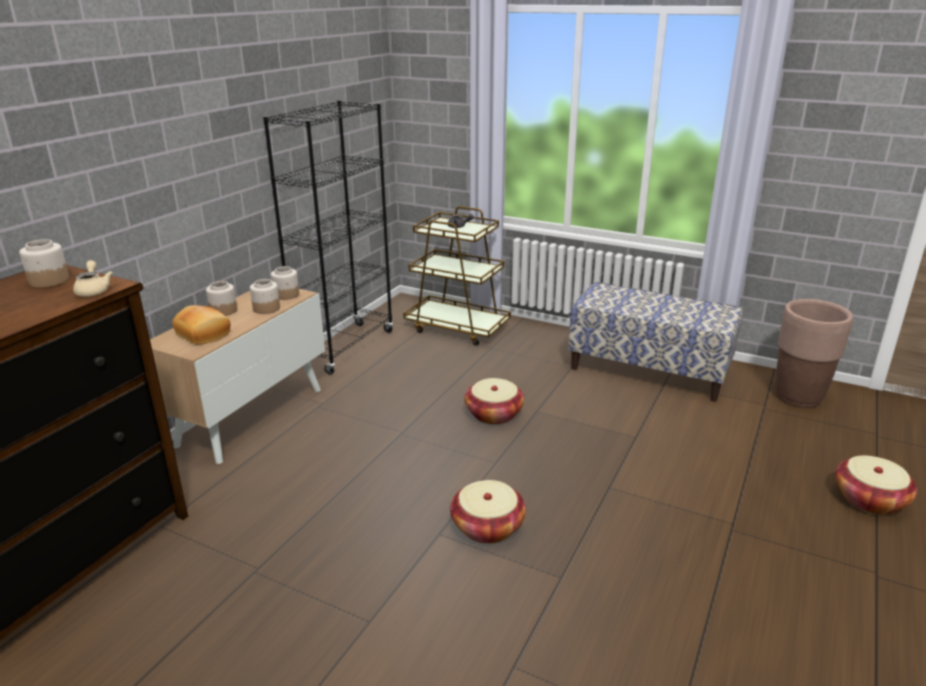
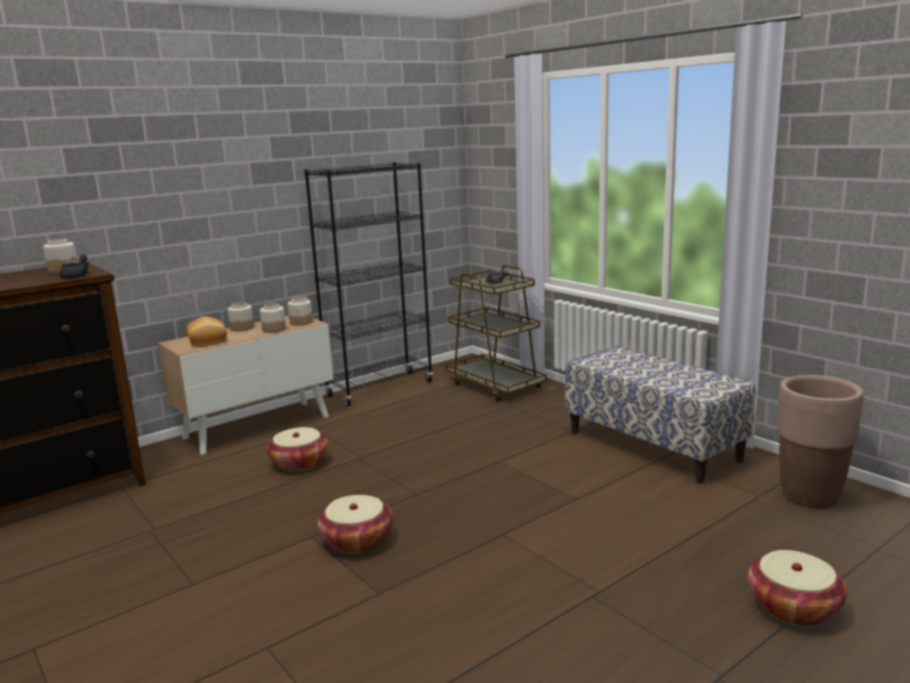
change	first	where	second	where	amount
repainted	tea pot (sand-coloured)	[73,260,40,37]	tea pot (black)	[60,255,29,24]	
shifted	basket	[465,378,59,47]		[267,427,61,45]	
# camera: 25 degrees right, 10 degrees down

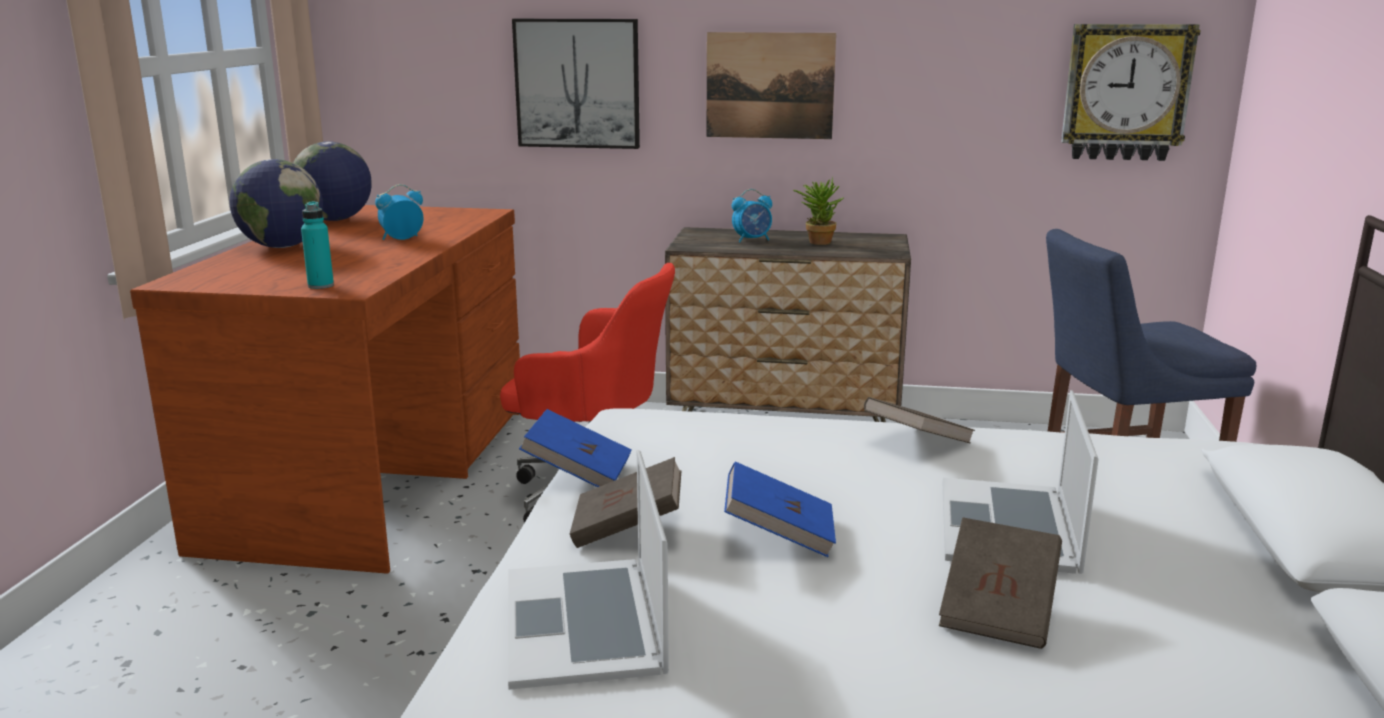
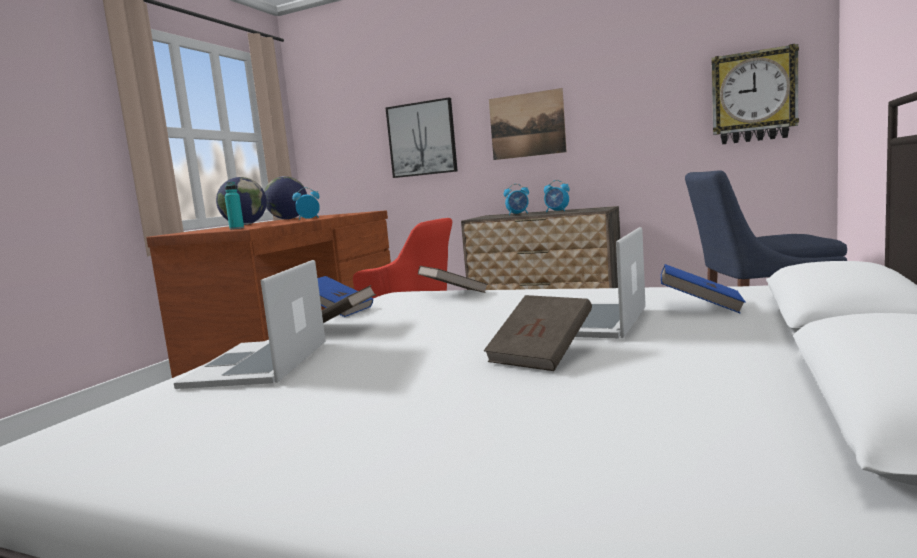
change	first	where	second	where	amount
swapped	potted plant	[793,177,51,68]	alarm clock	[544,180,26,33]	
shifted	bound book (brown-coloured)	[864,397,111,47]		[418,266,70,27]	
shifted	bound book (blue-coloured)	[724,461,112,96]		[661,264,84,49]	
# camera: 15 degrees right, 10 degrees down

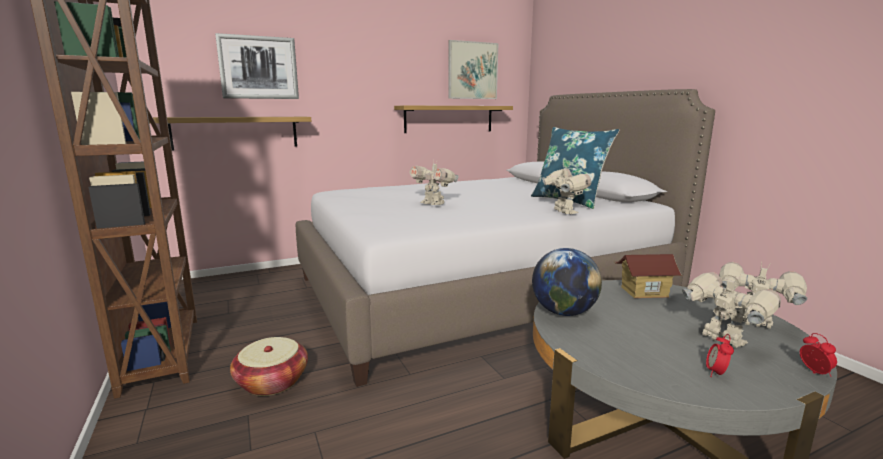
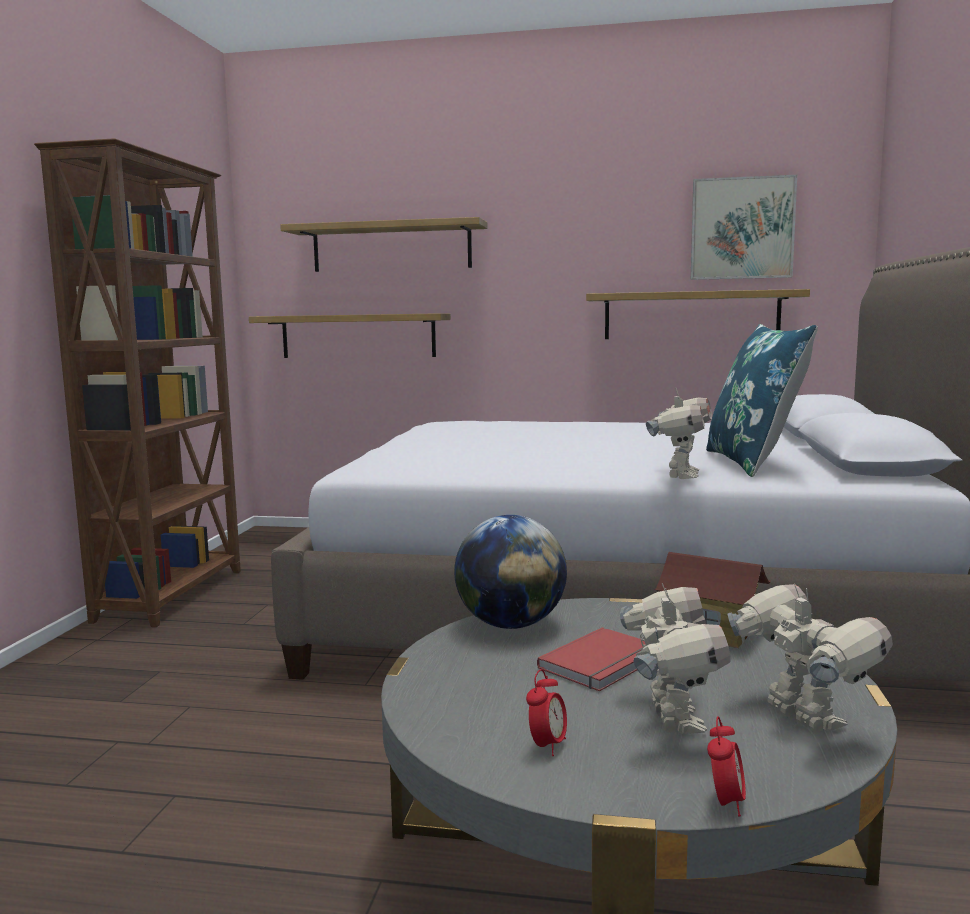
change	first	where	second	where	amount
swapped	picture	[215,33,84,66]	wall shelf	[280,217,207,55]	
gone	model robot	[410,159,49,46]			
rotated	alarm clock	[706,334,28,43]		[526,669,41,87]	150 degrees clockwise
gone	basket	[230,337,78,59]			
new			bound book (reddish)	[537,627,109,64]	
# camera: 35 degrees right, 5 degrees down

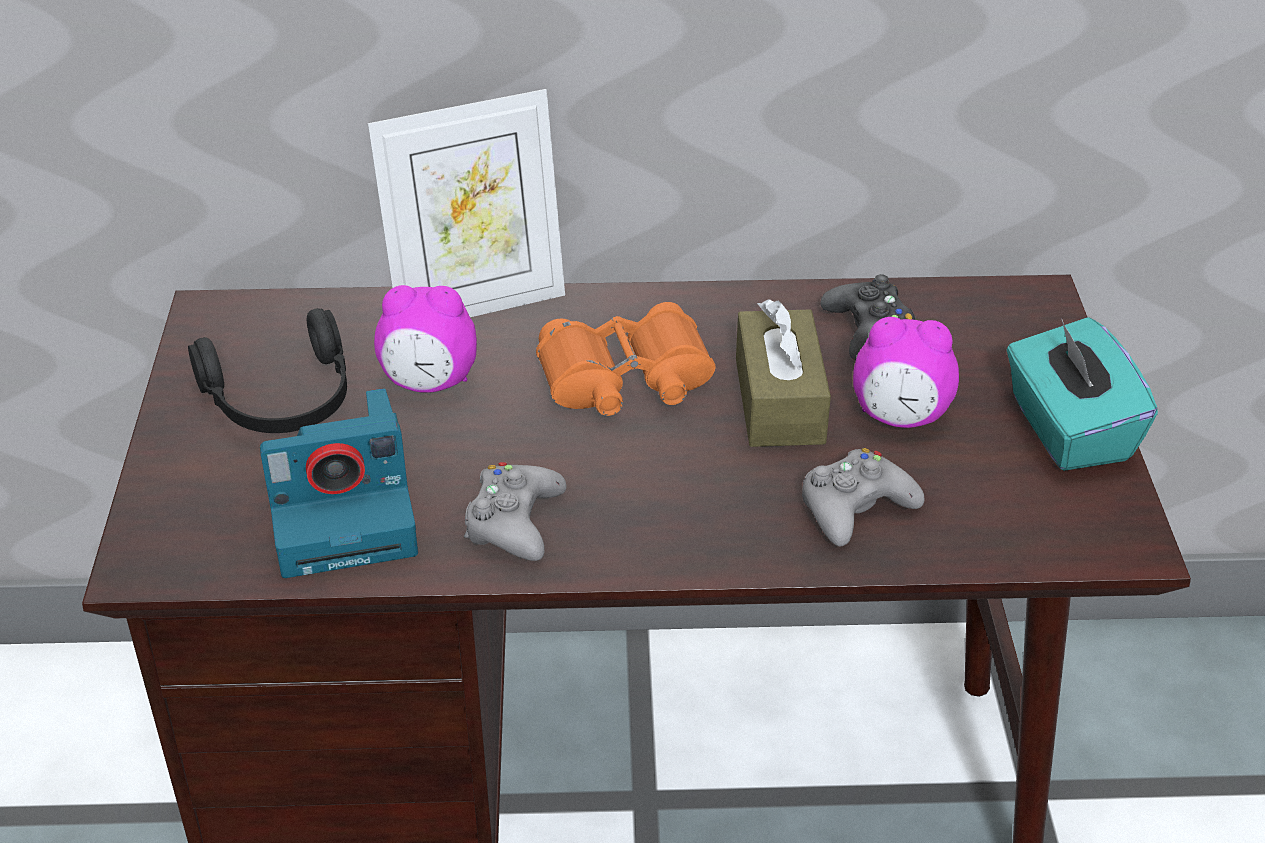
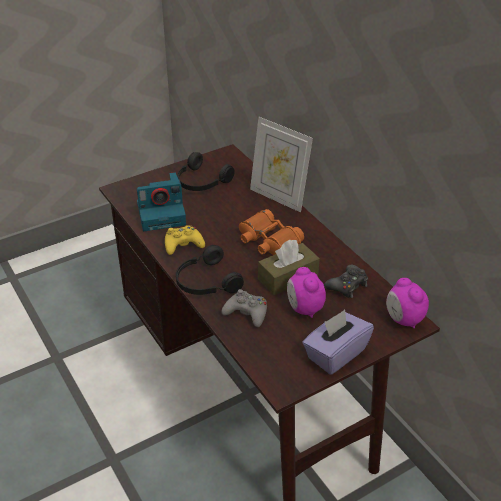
change	first	where	second	where	amount
shifted	alarm clock	[374,285,103,108]		[386,278,43,51]	
repainted	box of tissues (turquoise)	[1007,317,151,154]	box of tissues (purplish)	[302,310,72,65]	
rotated	photo camera	[260,388,158,190]		[137,172,49,59]	60 degrees counterclockwise
repainted	joypad (greyish)	[464,462,103,99]	joypad (yellowish)	[165,225,40,30]	
new			headphones (black)	[176,245,68,50]	
# camera: 60 degrees right, 0 degrees up

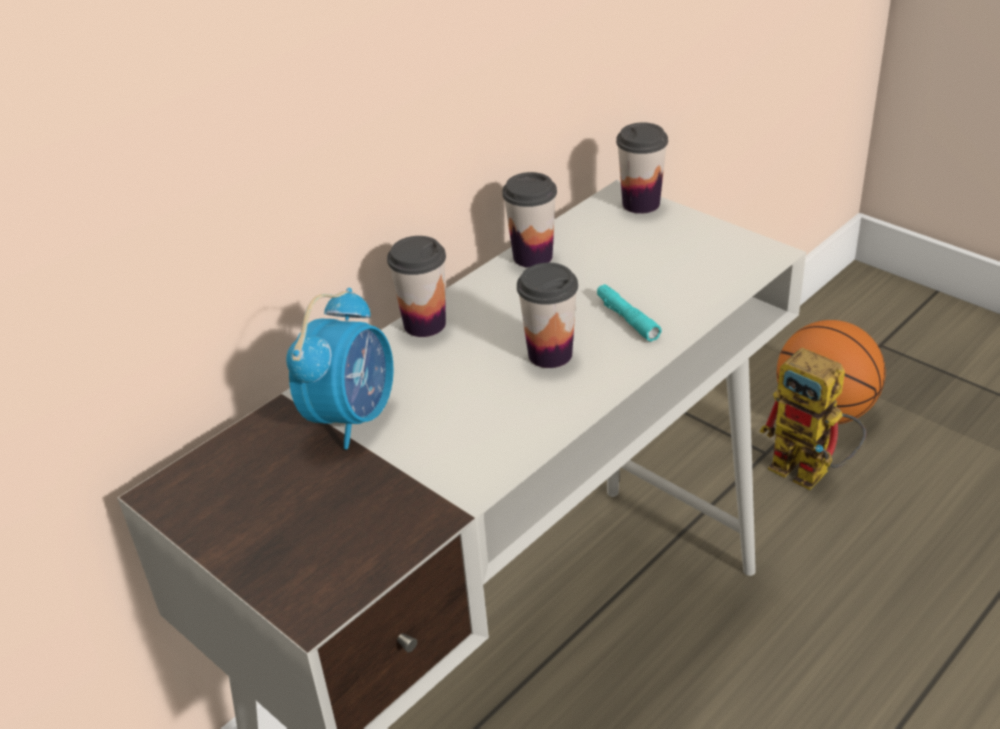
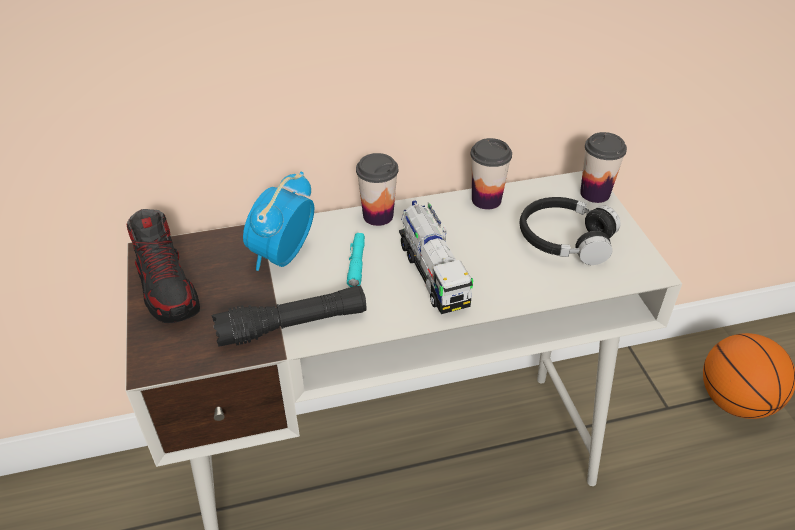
change	first	where	second	where	amount
swapped	drinking cup	[517,263,61,105]	model truck	[399,200,74,114]	
shifted	flashlight (turquoise)	[597,284,65,58]		[347,233,18,54]	
rotated	alarm clock	[286,288,108,162]		[243,172,71,99]	150 degrees clockwise
gone	model robot	[760,348,106,142]			
new			headphones (black)	[520,197,100,68]	
new			shoe	[126,209,74,114]	
new			flashlight (black)	[212,286,154,61]	
# camera: 30 degrees right, 5 degrees up

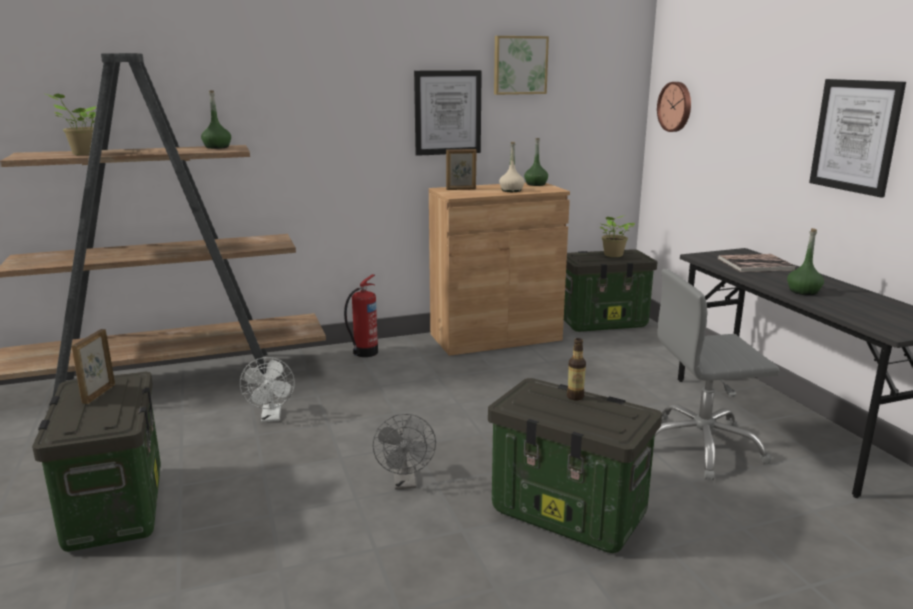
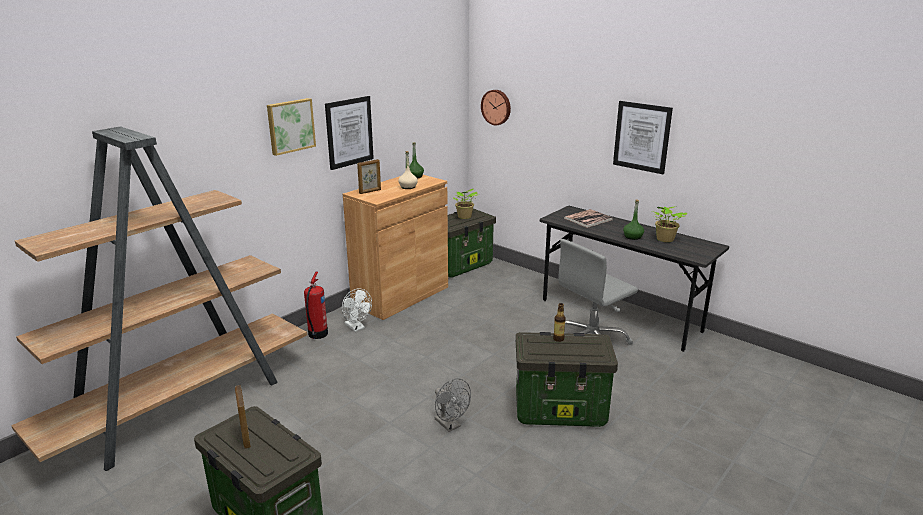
change	first	where	second	where	amount
shifted	picture	[494,36,55,59]		[267,98,49,58]	
gone	beverage bottle (green-coloured)	[201,90,30,59]			
shifted	potted plant	[43,93,53,62]		[652,207,35,35]	
shifted	fan (white-coloured)	[240,357,55,65]		[342,289,30,43]	
# camera: 30 degrees left, 5 degrees up

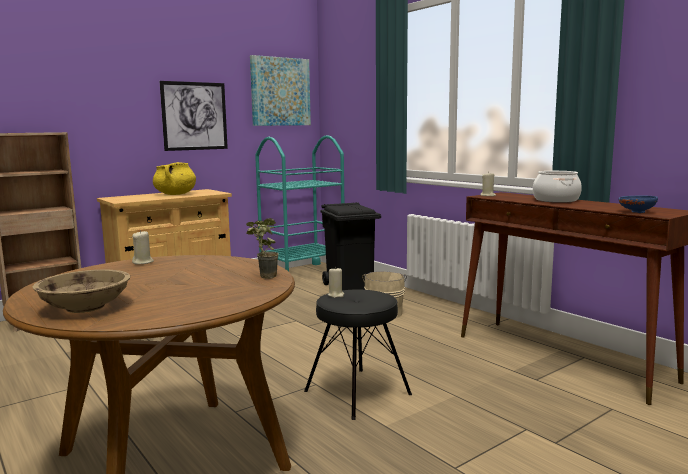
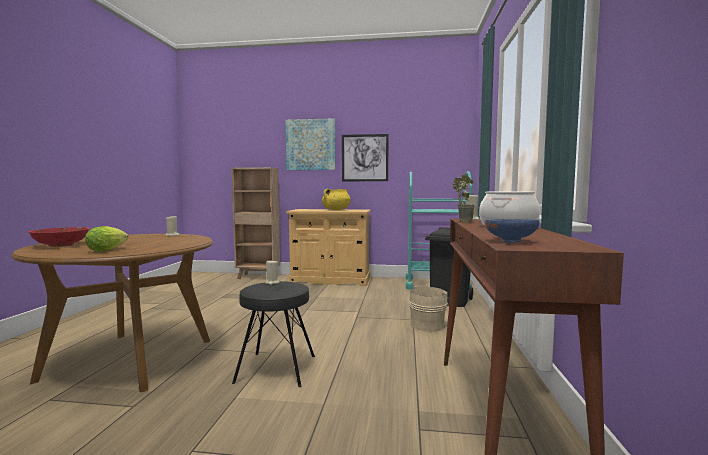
change	first	where	second	where	amount
shifted	picture	[250,55,61,71]		[285,118,51,52]	
shifted	potted plant	[246,218,33,61]		[453,174,22,49]	
repainted	bowl (sand-coloured)	[33,269,97,44]	bowl (reddish)	[28,227,62,20]	
new			head of lettuce	[85,226,43,26]	
# camera: 45 degrees right, 5 degrees down

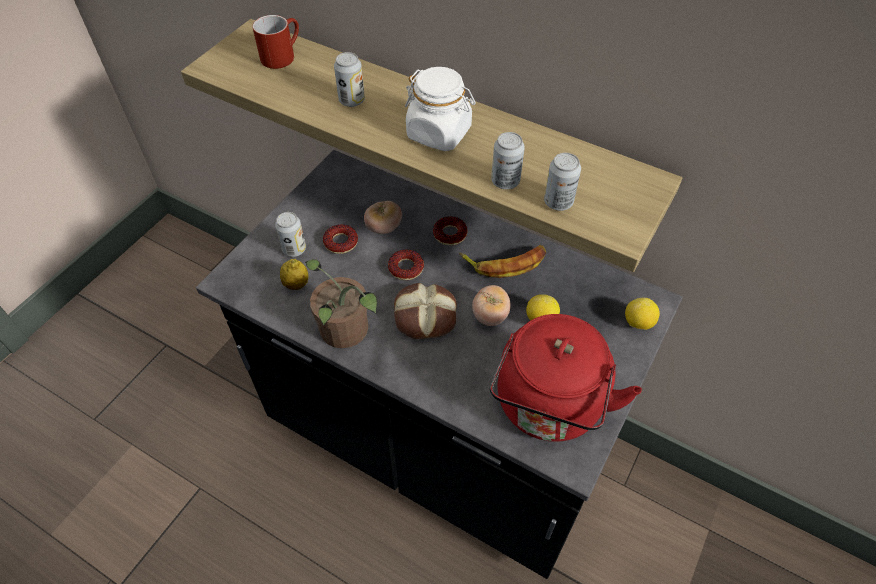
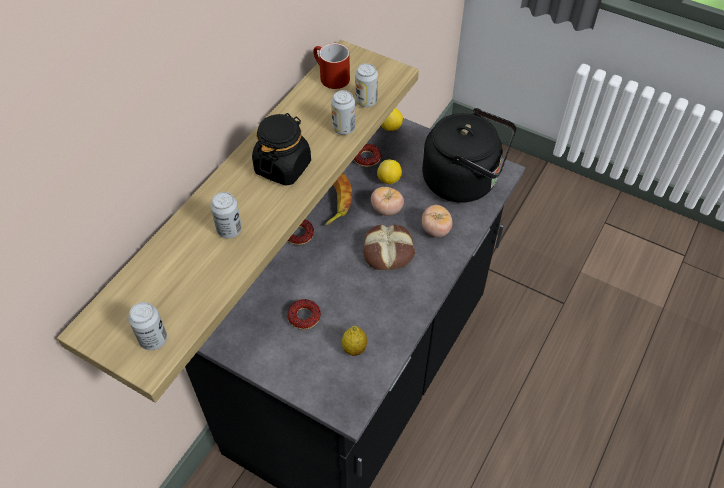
change	first	where	second	where	amount
shifted	mug (reddish)	[252,15,47,54]		[313,43,37,46]	
repainted	jar (white-coloured)	[405,67,70,84]	jar (black)	[252,113,59,73]	
shifted	fresh tomato	[364,201,38,33]		[422,205,31,32]	
shifted	can	[275,212,31,45]		[128,302,39,48]	
shifted	doughnut	[388,249,36,31]		[354,143,27,24]	
gone	potted plant	[305,259,72,89]			
repainted	kettle (reddish)	[490,314,152,128]	kettle (black)	[422,108,94,95]	
# camera: 90 degrees left, 0 degrees up

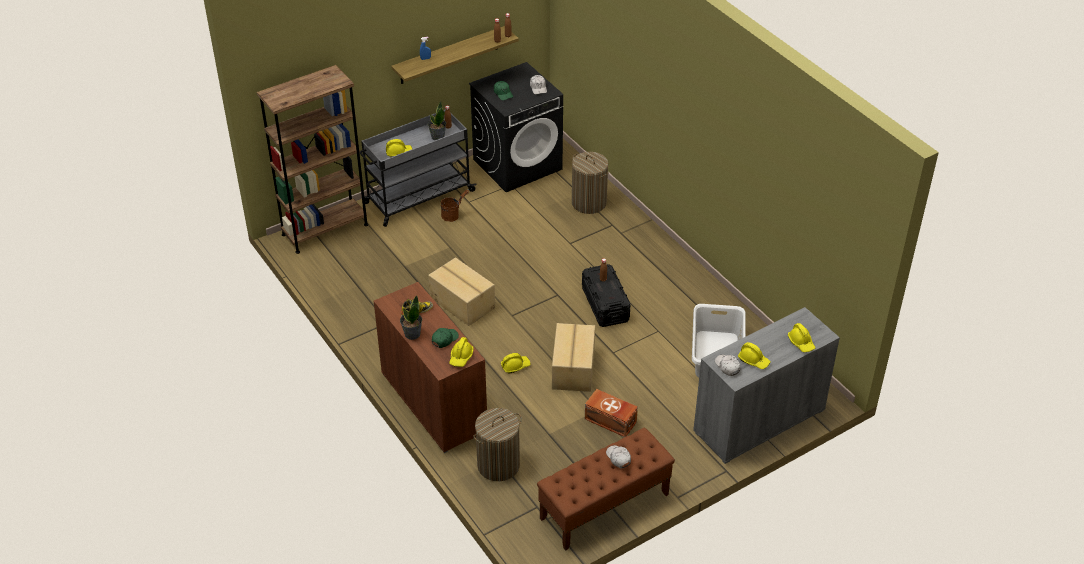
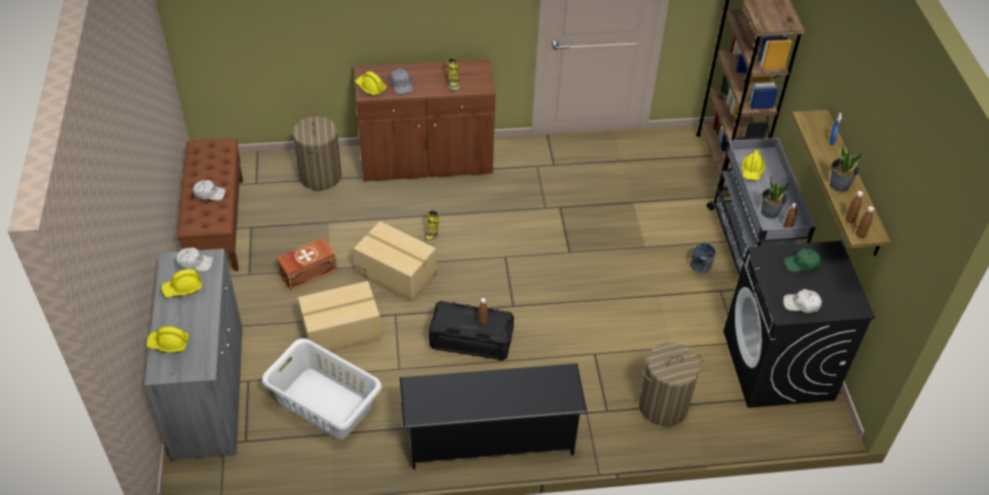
change	first	where	second	where	amount
repainted	bucket (brown-coloured)	[441,189,28,33]	bucket (greyish)	[690,243,26,31]	
shifted	packing box	[428,258,67,68]		[297,281,85,75]	
shifted	potted plant	[400,295,22,45]		[830,143,33,49]	
repainted	baseball cap (green-coloured)	[432,328,27,20]	baseball cap (greyish)	[390,69,23,26]	
swapped	work helmet (yellowish)	[501,353,29,20]	boot	[424,210,15,34]	
new			shoe rack (black)	[400,363,187,106]	
# camera: 115 degrees right, 5 degrees up

